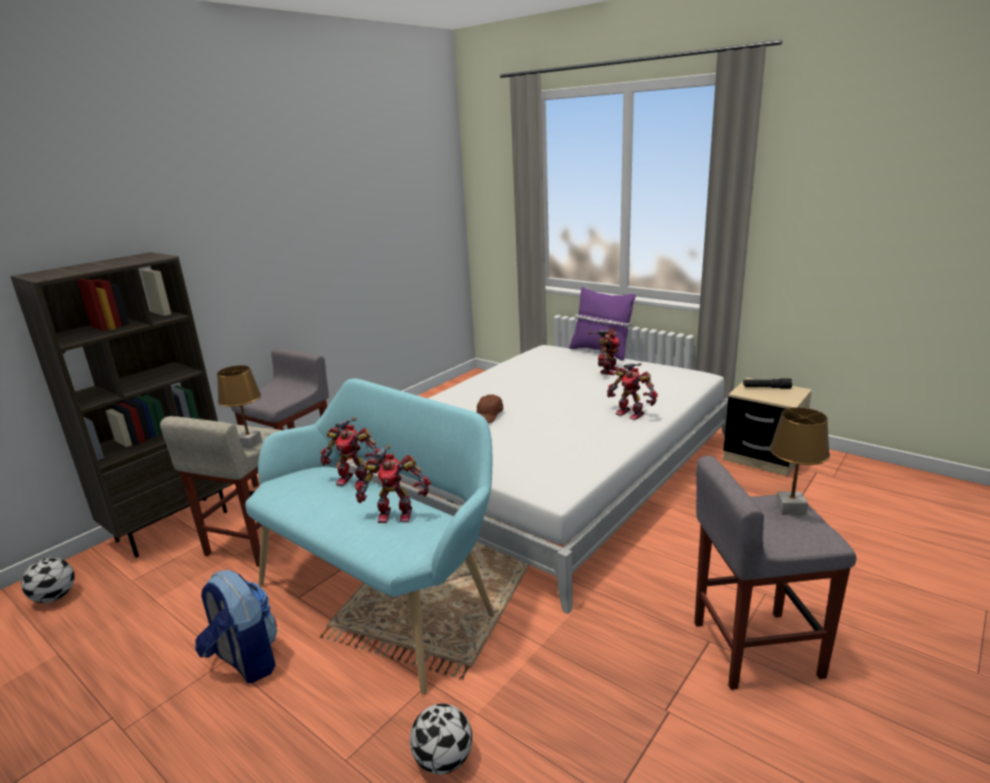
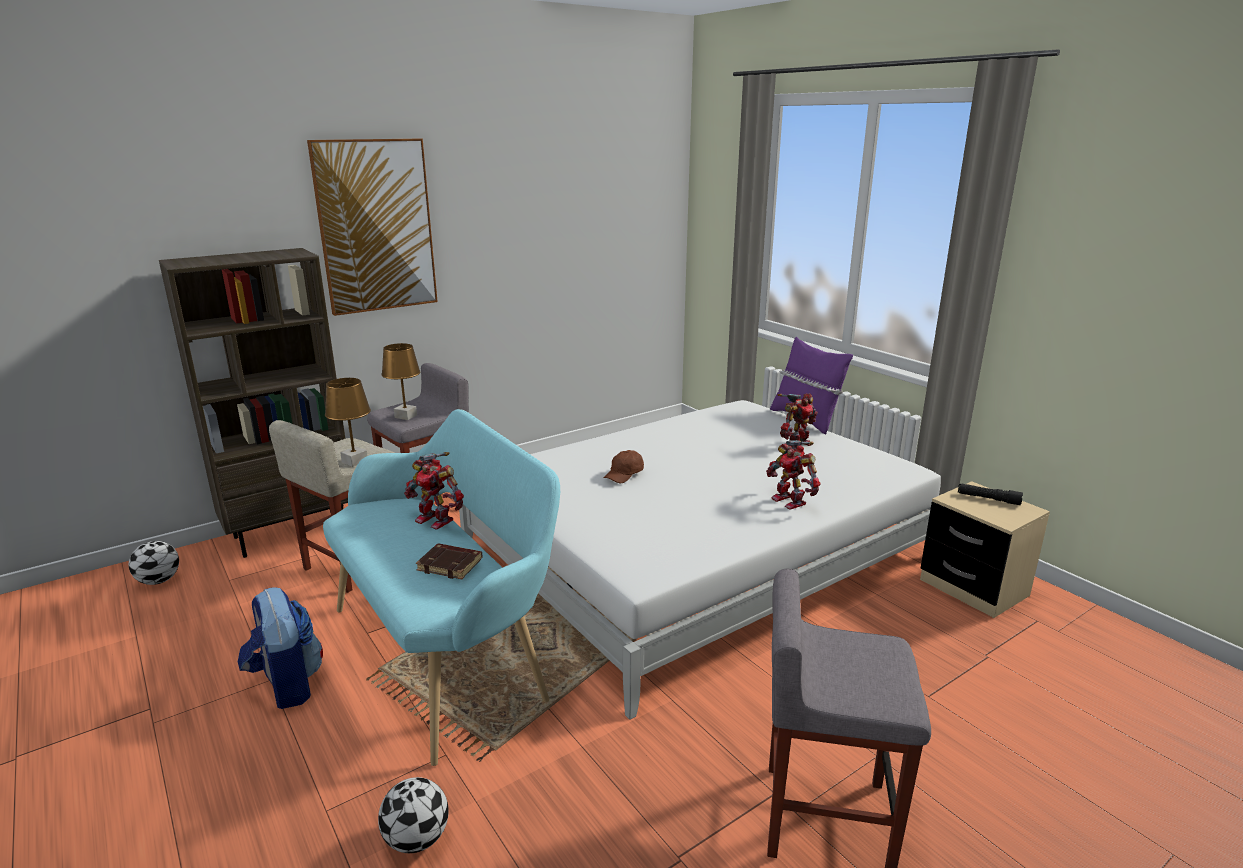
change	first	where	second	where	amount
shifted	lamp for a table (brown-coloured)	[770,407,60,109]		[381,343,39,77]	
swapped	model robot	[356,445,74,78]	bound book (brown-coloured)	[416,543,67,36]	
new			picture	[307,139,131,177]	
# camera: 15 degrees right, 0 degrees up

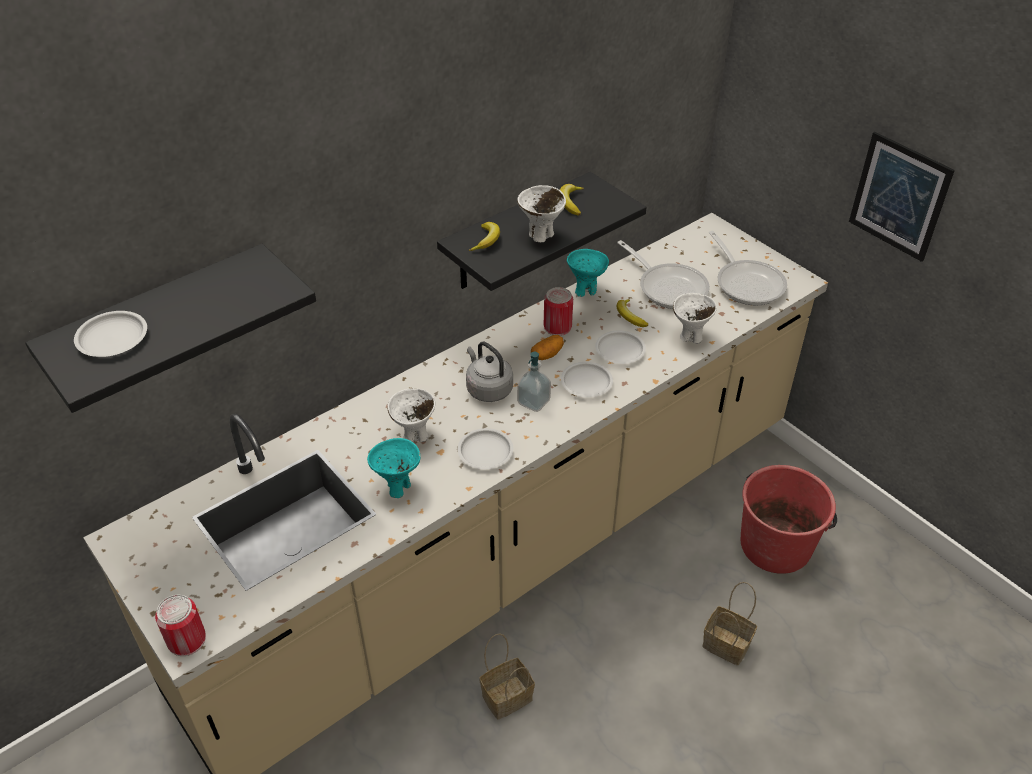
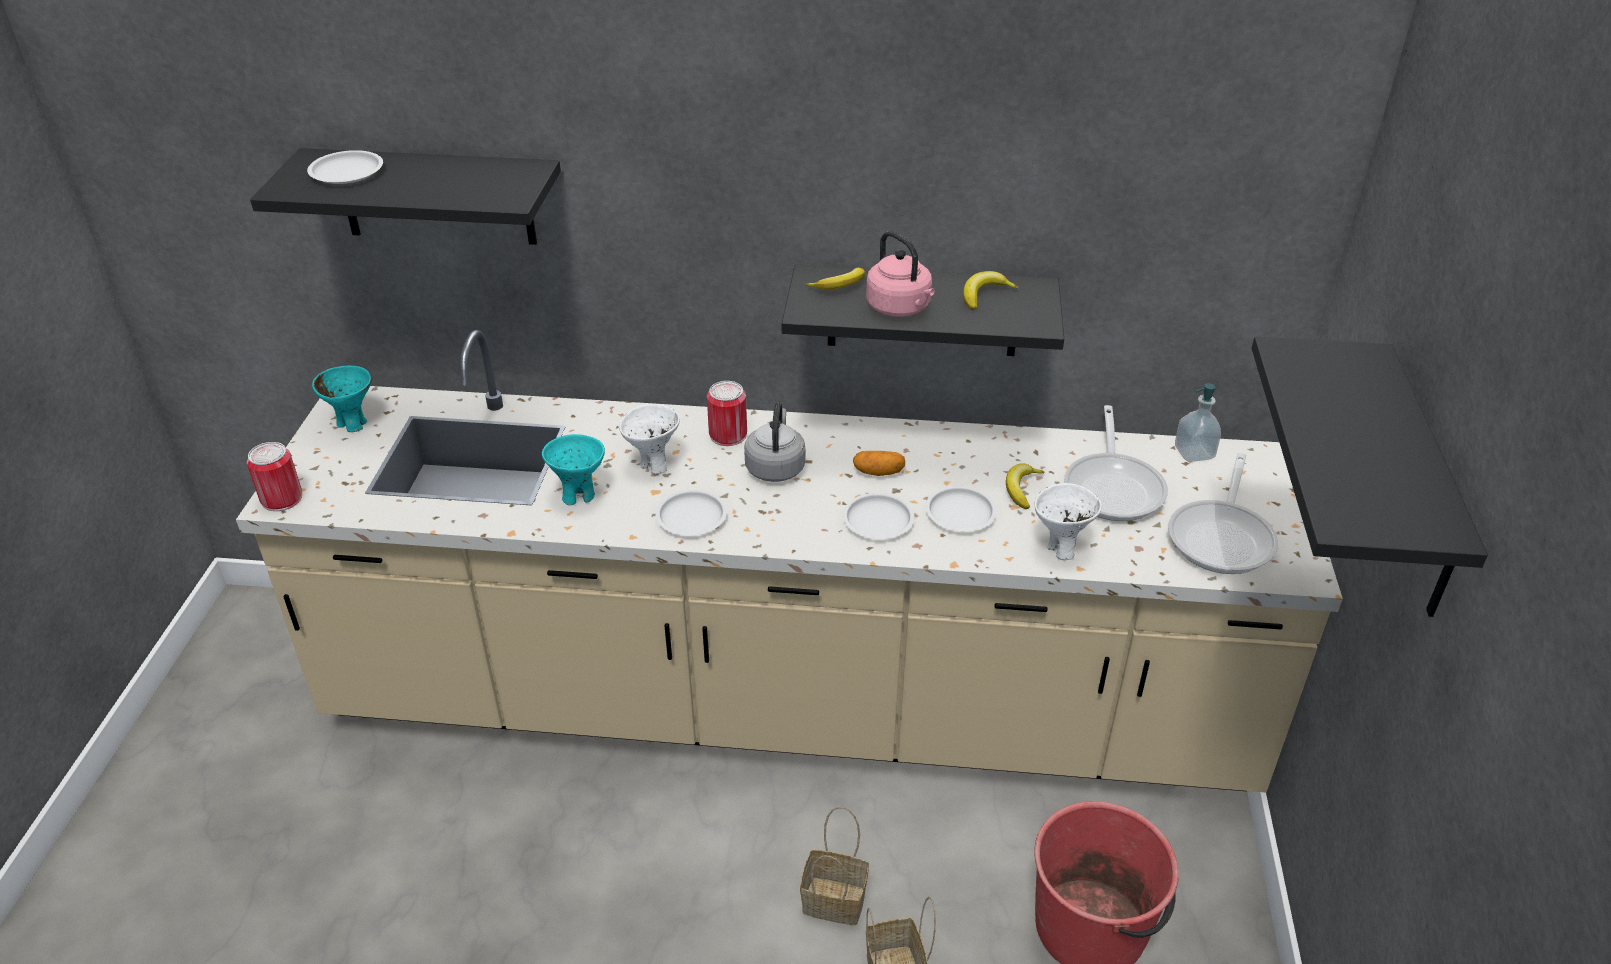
change	first	where	second	where	amount
swapped	picture	[849,132,106,130]	wall shelf (black)	[1252,337,236,280]	
swapped	bowl (white-coloured)	[517,185,49,57]	kettle (pink-coloured)	[866,231,69,86]	
shifted	bowl (turquoise)	[567,249,42,48]		[312,366,60,66]	
shifted	can	[544,287,29,49]		[707,381,40,65]	
shifted	soap dispenser	[517,352,34,60]		[1175,383,46,79]	
shifted	basket	[479,633,56,87]		[800,807,69,118]	
# camera: 45 degrees right, 5 degrees down

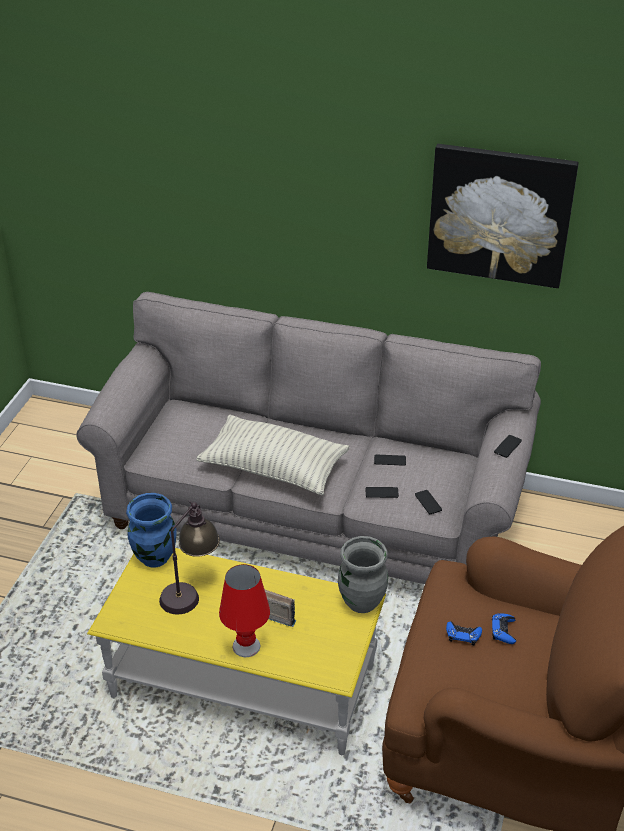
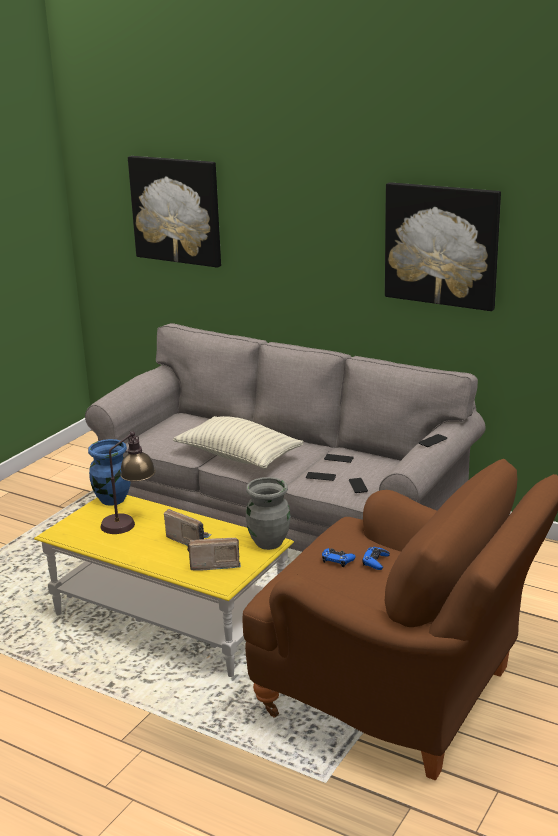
change	first	where	second	where	amount
gone	lamp for a table (reddish)	[219,564,51,93]			
new			picture	[128,156,93,112]	
new			radio set	[187,538,54,33]	
# camera: 15 degrees right, 15 degrees down

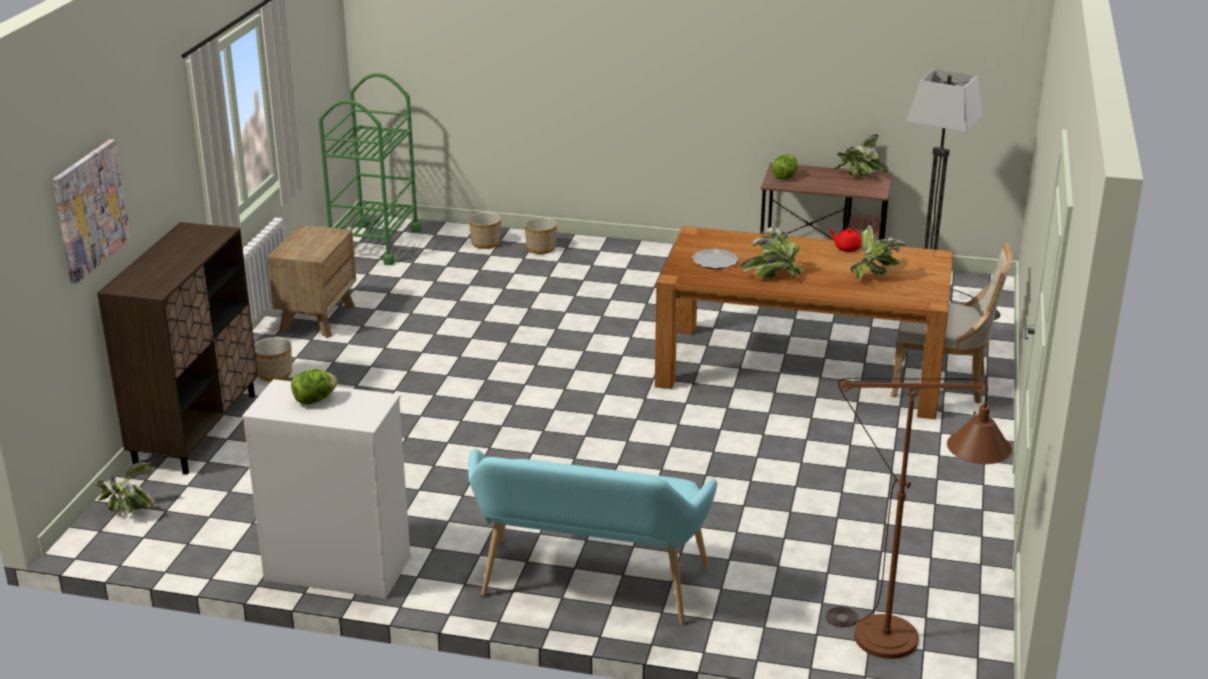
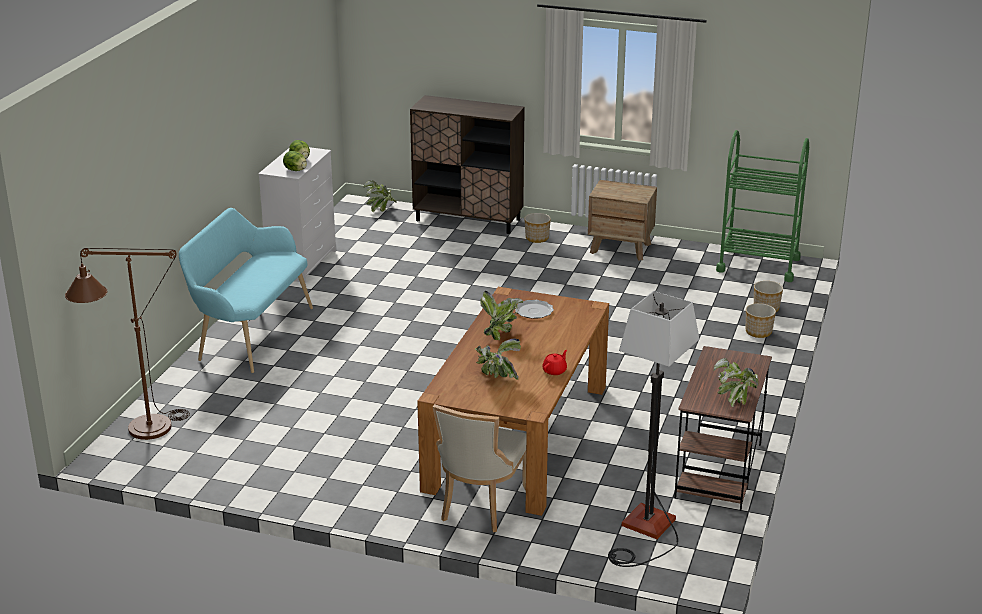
change	first	where	second	where	amount
gone	picture	[53,139,78,144]			
shifted	head of lettuce	[771,155,27,24]		[283,151,24,20]	
# camera: 95 degrees right, 0 degrees up

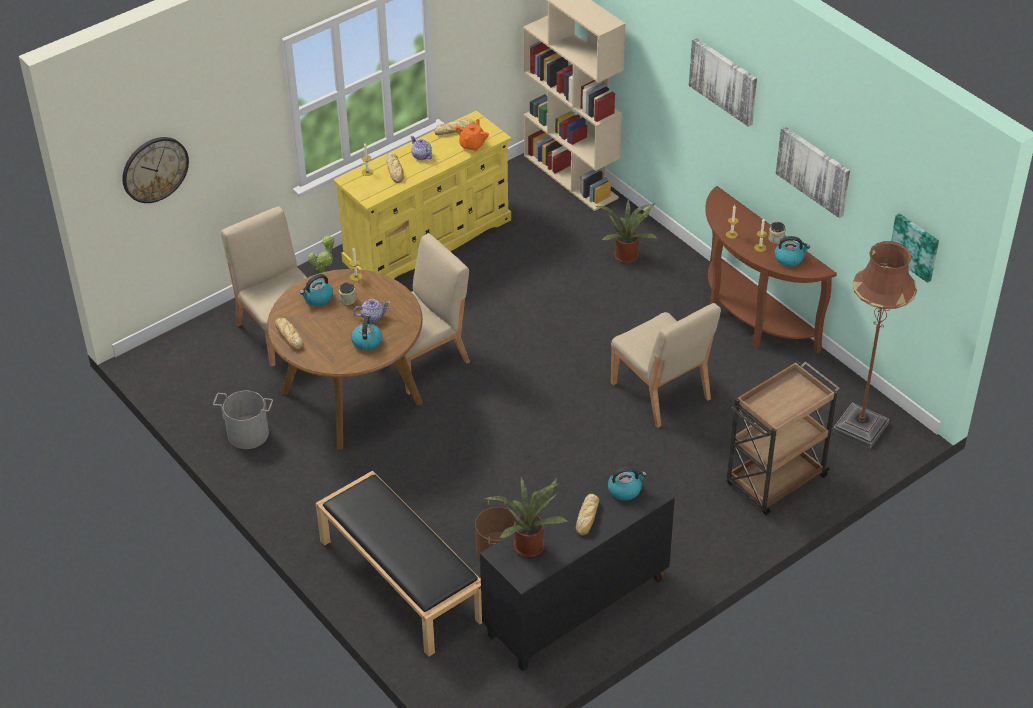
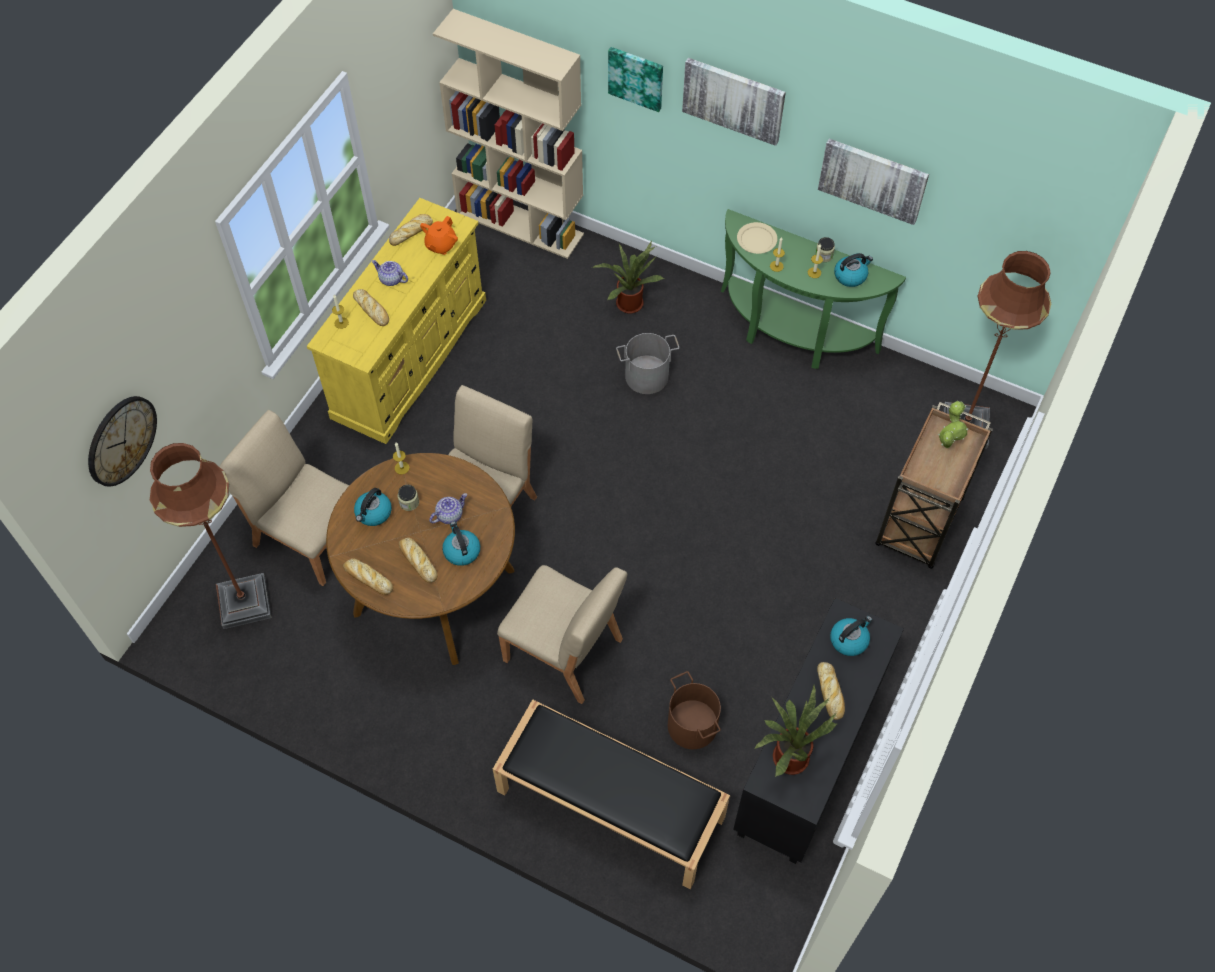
change	first	where	second	where	amount
rotated	tea pot (orangey)	[455,119,34,32]		[420,216,38,39]	150 degrees counterclockwise
repainted	hall table (brown-coloured)	[705,186,132,167]	hall table (green-coloured)	[721,209,185,160]	
shifted	picture	[891,213,48,70]		[608,47,55,65]	
shifted	potted plant	[308,236,26,37]		[938,401,30,47]	
shifted	plain chair (sand-coloured)	[611,303,110,125]		[497,565,130,139]	
shifted	bucket (greyish)	[213,391,60,58]		[616,333,63,61]	
new			plate (sand-coloured)	[737,222,40,32]	
new			floor lamp (brown-coloured)	[150,443,122,186]	
new			baked bread	[399,538,38,45]	
# camera: 25 degrees left, 15 degrees up

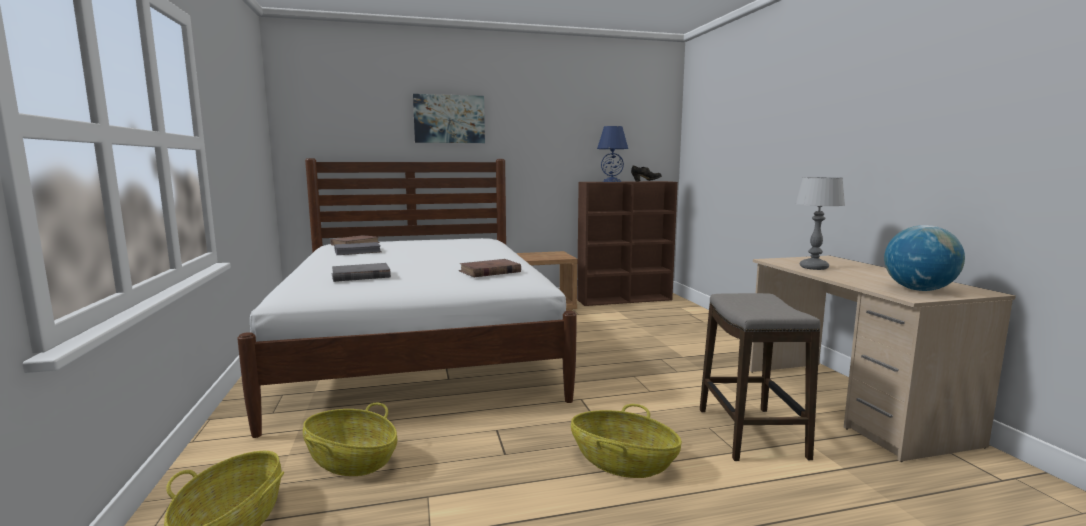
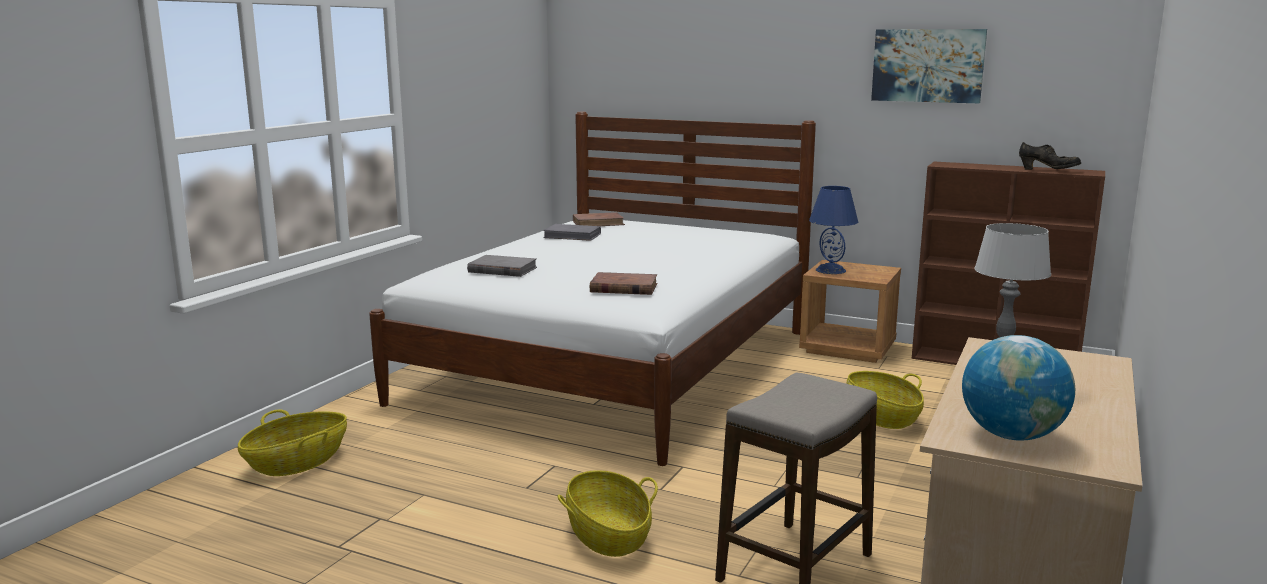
change	first	where	second	where	amount
shifted	picture	[413,94,72,49]		[871,29,116,74]	
shifted	lamp for a table (blue-coloured)	[597,126,31,56]		[809,186,49,88]	
shifted	basket	[303,403,94,73]		[847,371,77,58]	
# camera: 40 degrees right, 5 degrees up

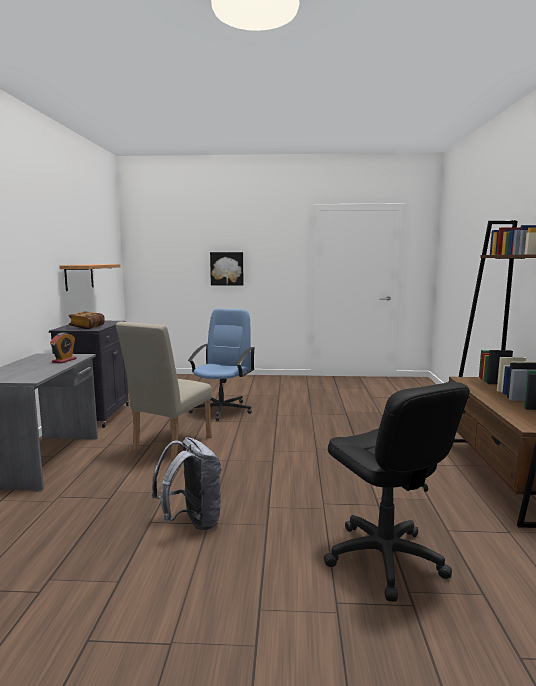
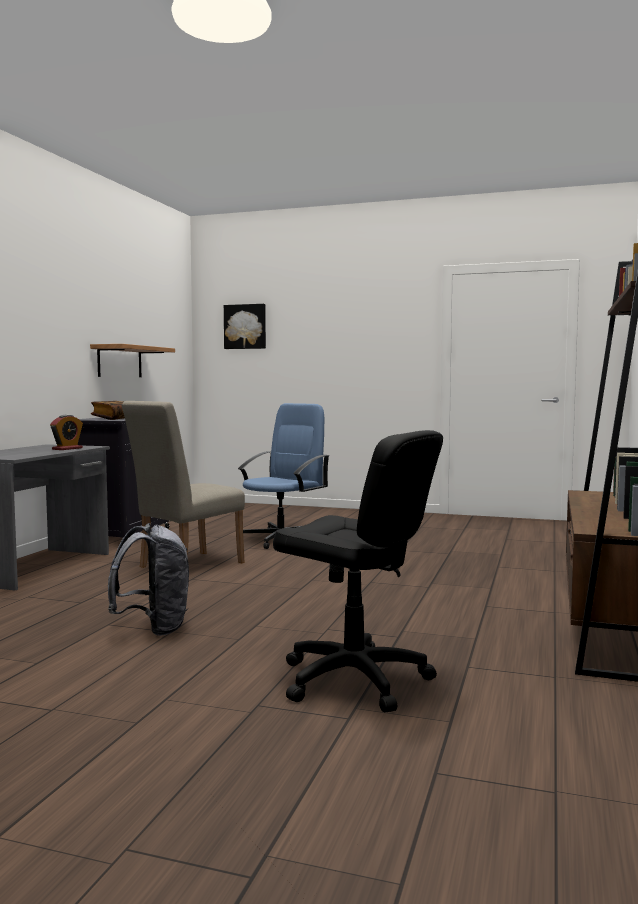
change	first	where	second	where	amount
shifted	picture	[210,252,33,33]		[224,304,42,45]	
rotated	desk chair (black)	[324,381,146,221]		[273,430,170,283]	45 degrees counterclockwise
# camera: 15 degrees right, 5 degrees down

